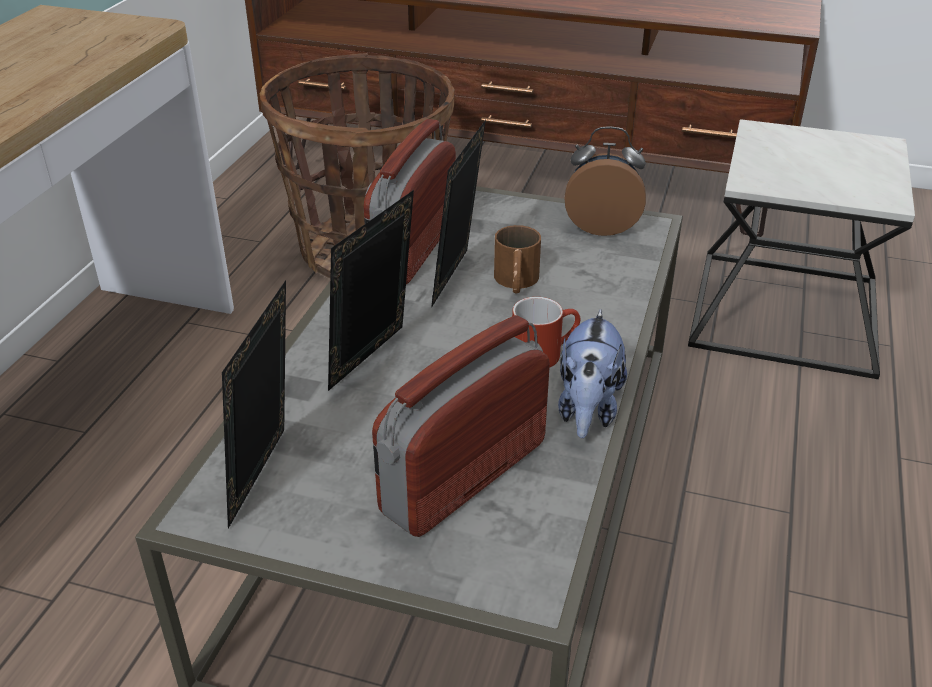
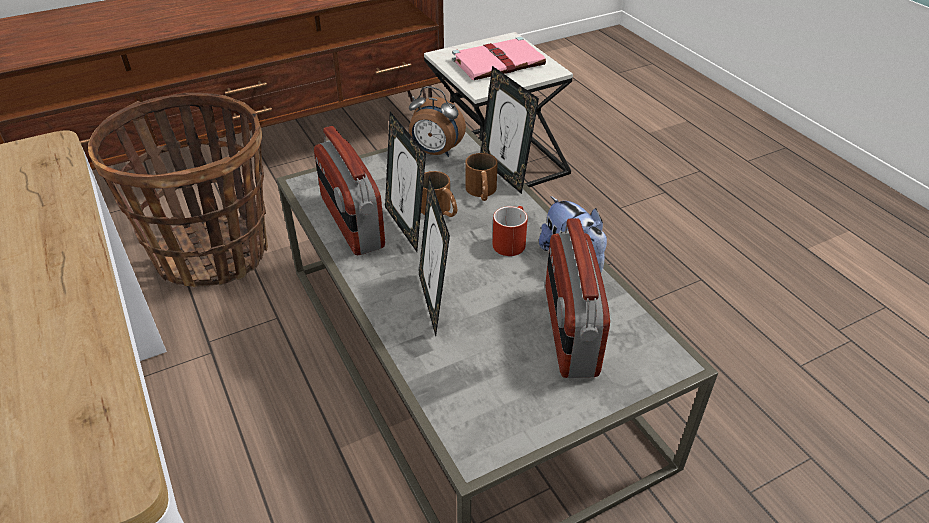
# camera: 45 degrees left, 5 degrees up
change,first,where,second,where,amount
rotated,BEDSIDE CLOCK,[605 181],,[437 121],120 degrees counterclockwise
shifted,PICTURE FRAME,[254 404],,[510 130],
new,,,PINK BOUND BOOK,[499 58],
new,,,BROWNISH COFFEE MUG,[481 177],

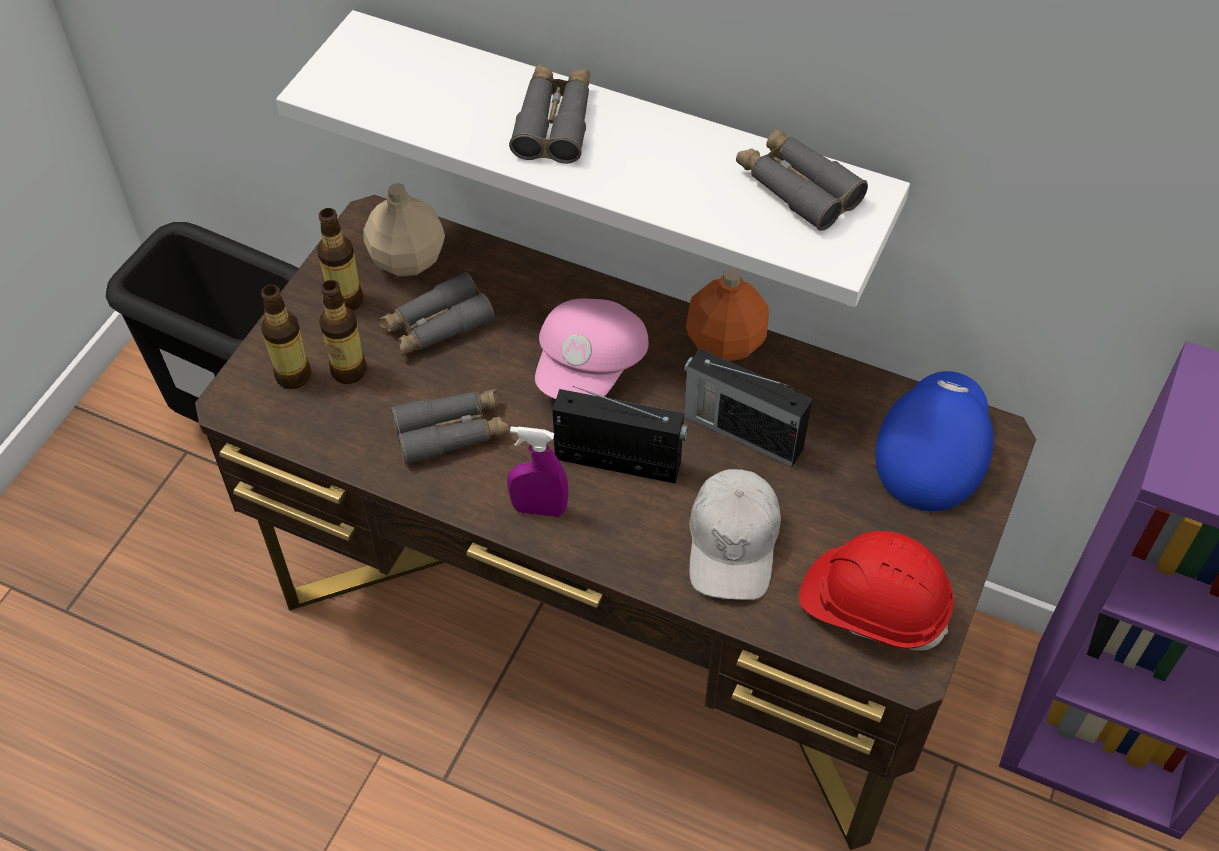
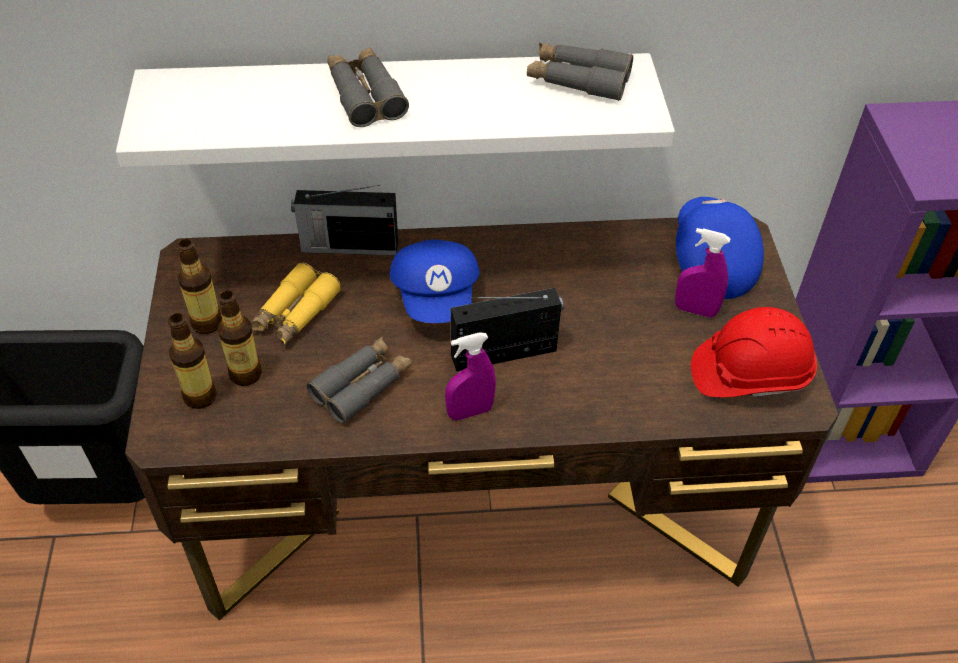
# camera: 30 degrees left, 5 degrees down
change,first,where,second,where,amount
gone,SAND-COLOURED BEVERAGE BOTTLE,[404 229],,,
gone,ORANGE BEVERAGE BOTTLE,[727 314],,,
repainted,GRAY PAIR OF BINOCULARS,[436 314],YELLOW-COLOURED PAIR OF BINOCULARS,[296 303],
repainted,PINK CAP,[592 348],BLUE CAP,[435 281],
shifted,RADIO SET,[748 408],,[344 220],
gone,WHITE-COLOURED CAP,[735 534],,,
new,,,PURPLISH SPRAYER,[703 273],

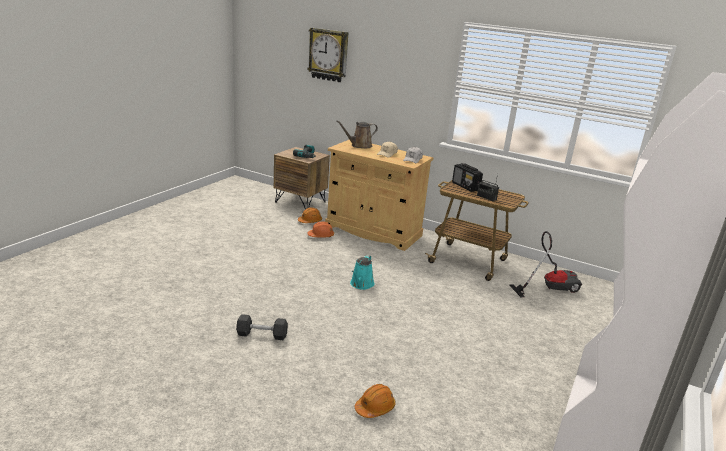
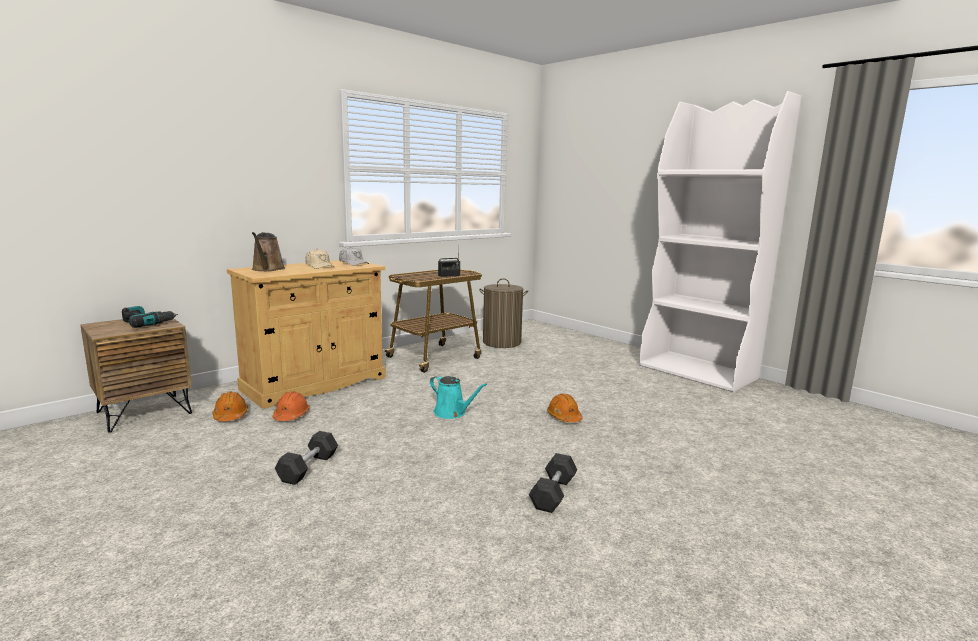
# camera: 70 degrees left, 10 degrees down
change,first,where,second,where,amount
gone,WALL CLOCK,[327 54],,,
gone,RADIO SET,[467 177],,,
swapped,HOOVER,[545 264],LAUNDRY BASKET,[503 313],
shifted,ORANGE SAFETY HELMET,[375 401],,[565 408],
new,,,GRAY HAND WEIGHT,[306 458],

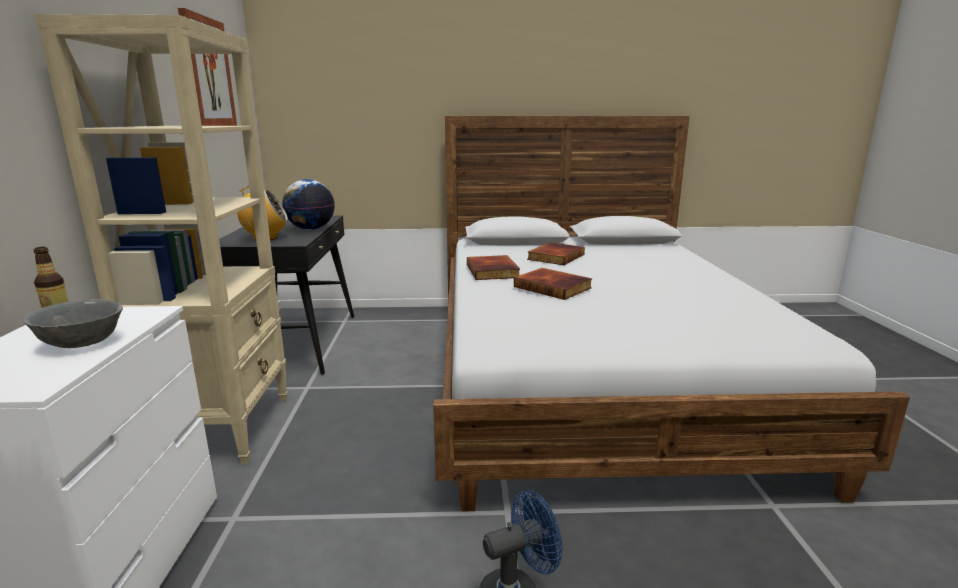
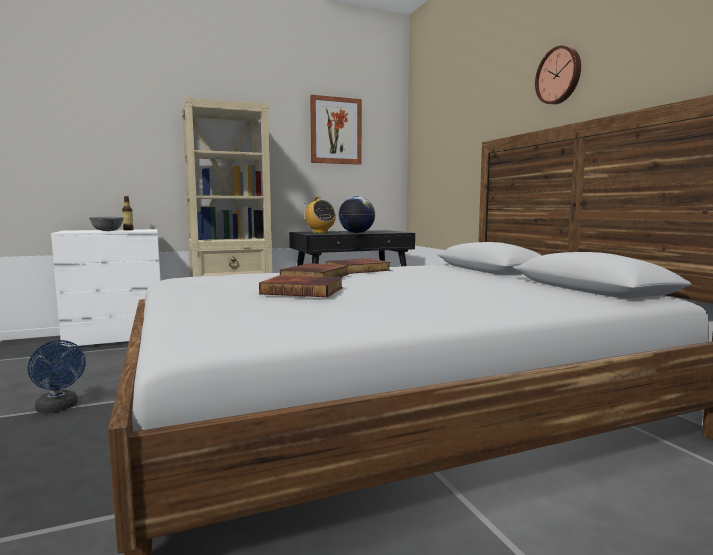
# camera: 70 degrees right, 10 degrees down
change,first,where,second,where,amount
shifted,BOUND BOOK,[556 253],,[301 286],
new,,,WALL CLOCK,[558 75],

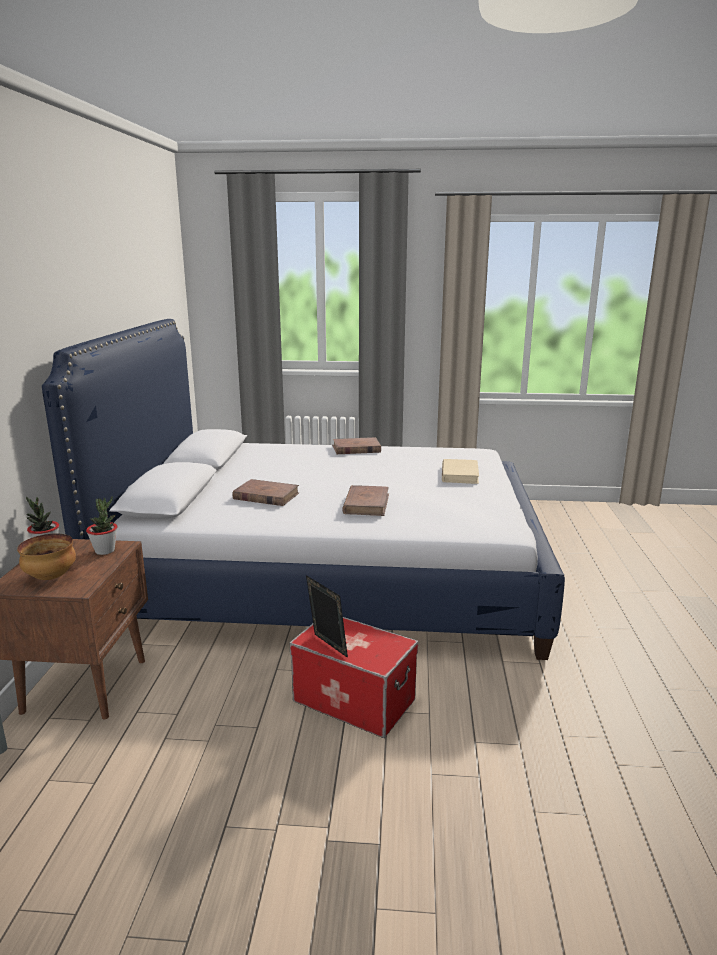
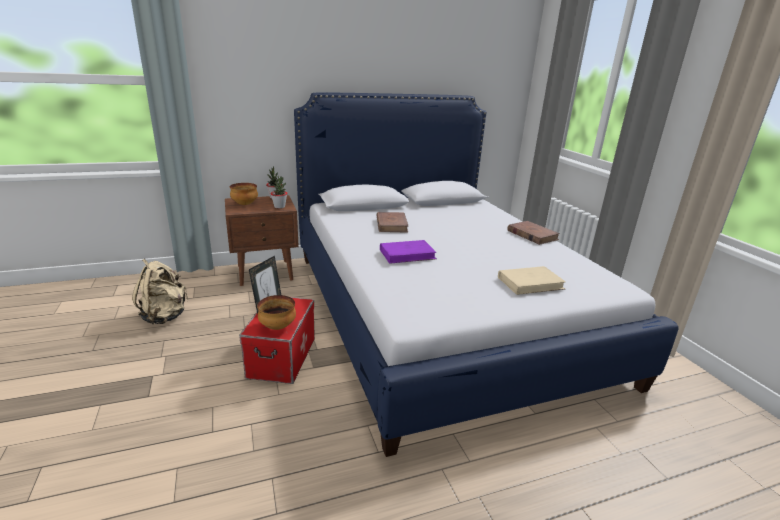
# camera: 65 degrees right, 5 degrees up
change,first,where,second,where,amount
repainted,BROWNISH BOUND BOOK,[365 500],PURPLISH BOUND BOOK,[408 252],
new,,,SAND-COLOURED KNAPSACK,[160 291],
new,,,BOWL,[276 312],

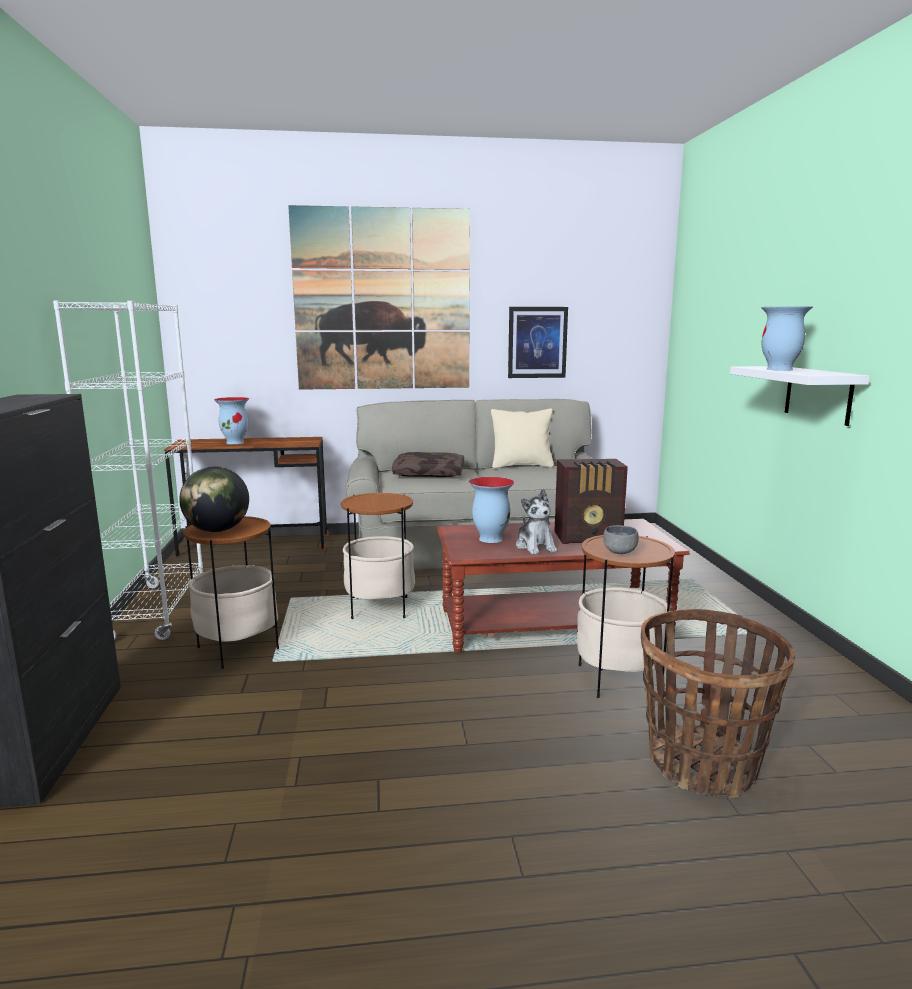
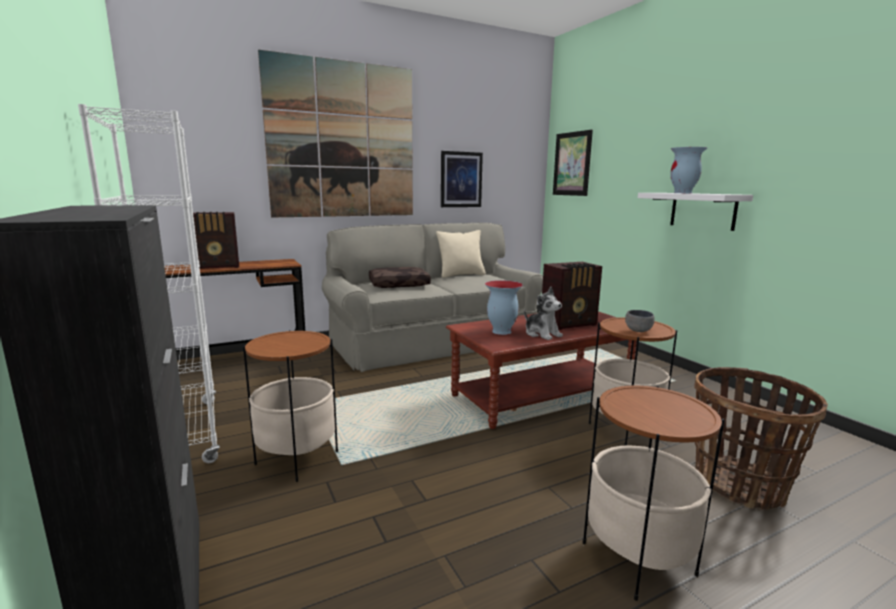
# camera: 20 degrees left, 0 degrees up
change,first,where,second,where,amount
swapped,VASE,[231 420],RADIO SET,[216 240],
gone,DESK GLOBE,[214 499],,,
shifted,ACCENT TABLE,[378 556],,[653 493],
new,,,PICTURE,[573 163],

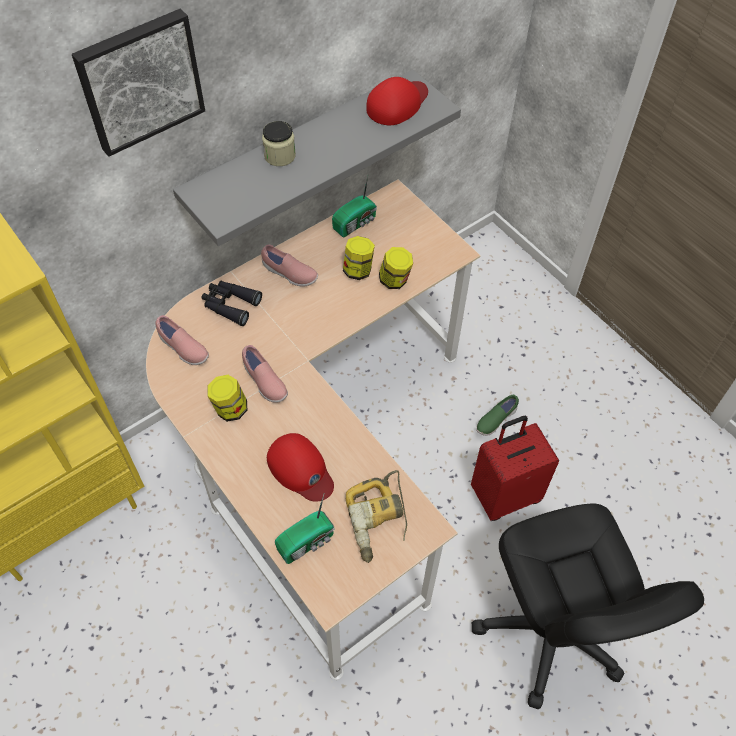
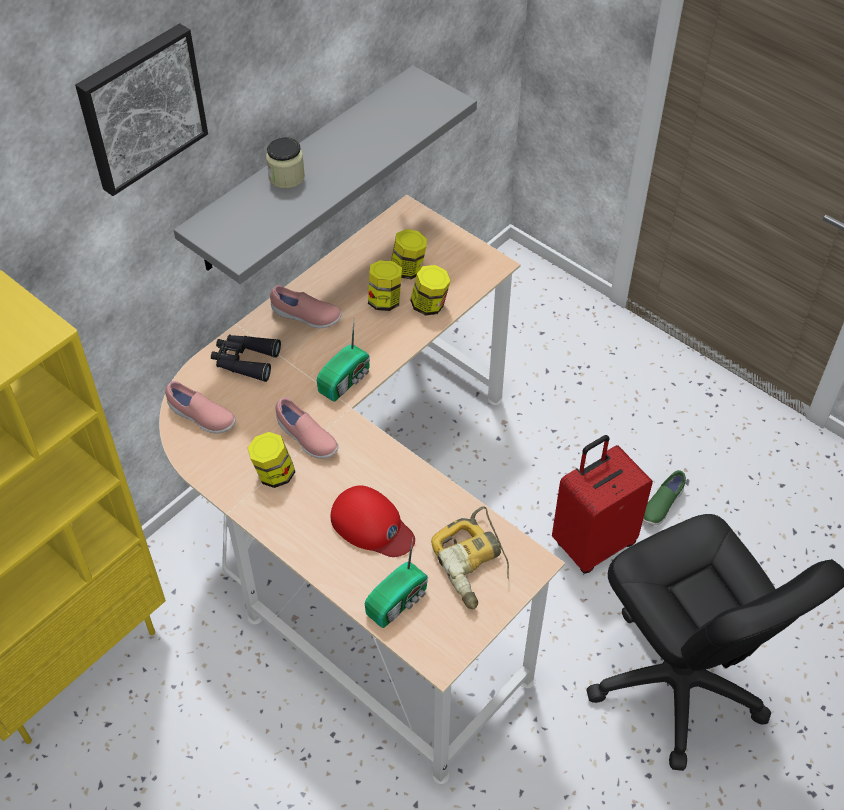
# camera: 10 degrees left, 5 degrees down
change,first,where,second,where,amount
gone,REDDISH CAP,[397 101],,,
shifted,RADIO SET,[354 206],,[343 361],
shifted,GREENISH SHOE,[497 415],,[664 498],
new,,,PRESERVE JAR,[409 254],

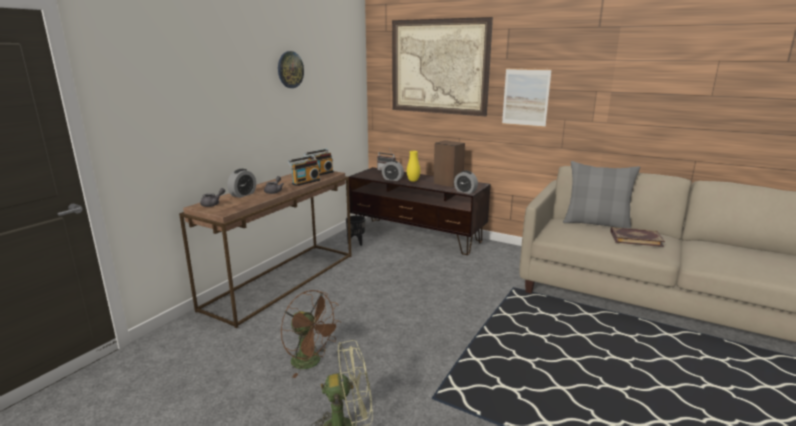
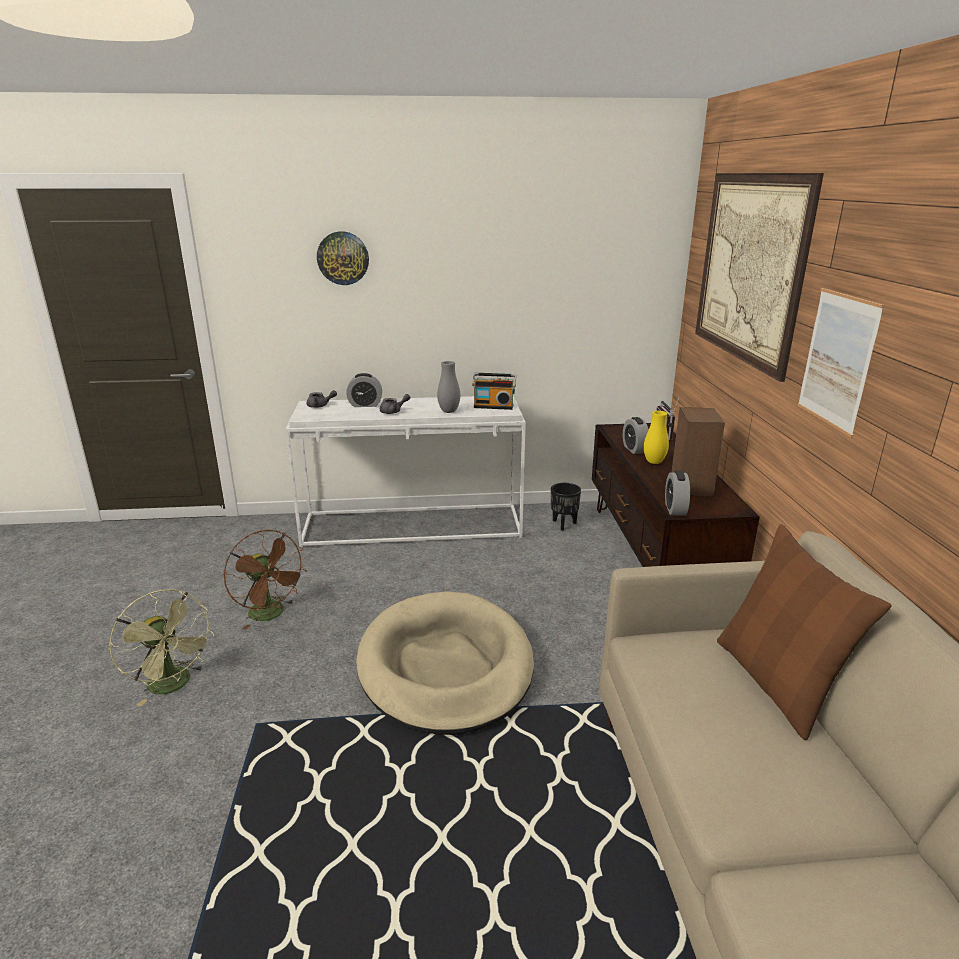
# camera: 55 degrees right, 5 degrees up
change,first,where,second,where,amount
shifted,WALL CLOCK,[291 69],,[343 258],
swapped,RADIO SET,[304 170],GRAY VASE,[448 387],
repainted,GRAY THROW PILLOW,[601 195],BROWNISH THROW PILLOW,[804 632],
repainted,BROWNISH HALL TABLE,[265 249],WHITE-COLOURED HALL TABLE,[405 471],
gone,BOUND BOOK,[637 237],,,
rotated,BROWNISH COOLING FAN,[311 334],,[265 580],45 degrees counterclockwise
new,,,SAND-COLOURED DOG CUSHION,[445 663],

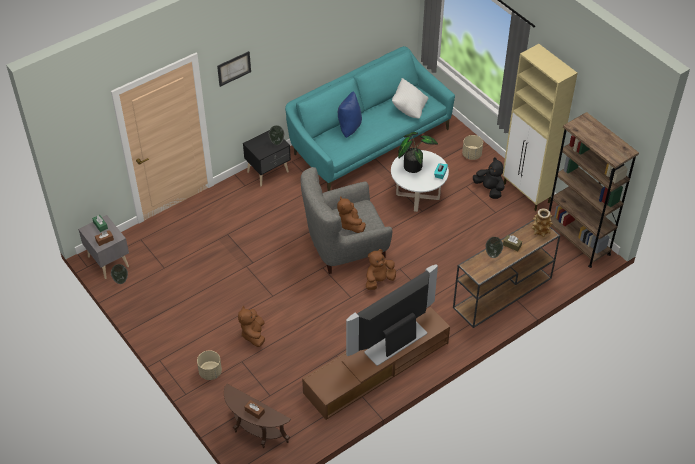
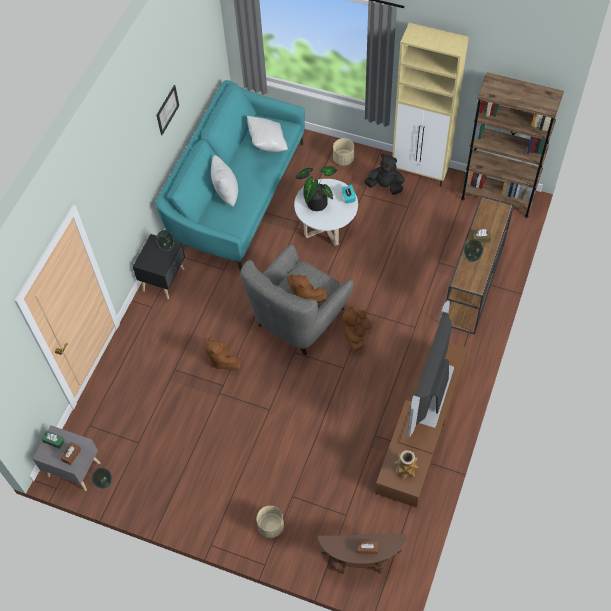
# camera: 30 degrees left, 10 degrees up
change,first,where,second,where,amount
shifted,PICTURE,[234 69],,[168 110],
repainted,BLUE THROW PILLOW,[350 115],WHITE-COLOURED THROW PILLOW,[224 181],
shifted,VASE,[542 222],,[406 464],
shifted,BROWNISH SOFT TOY,[251 326],,[223 353],

